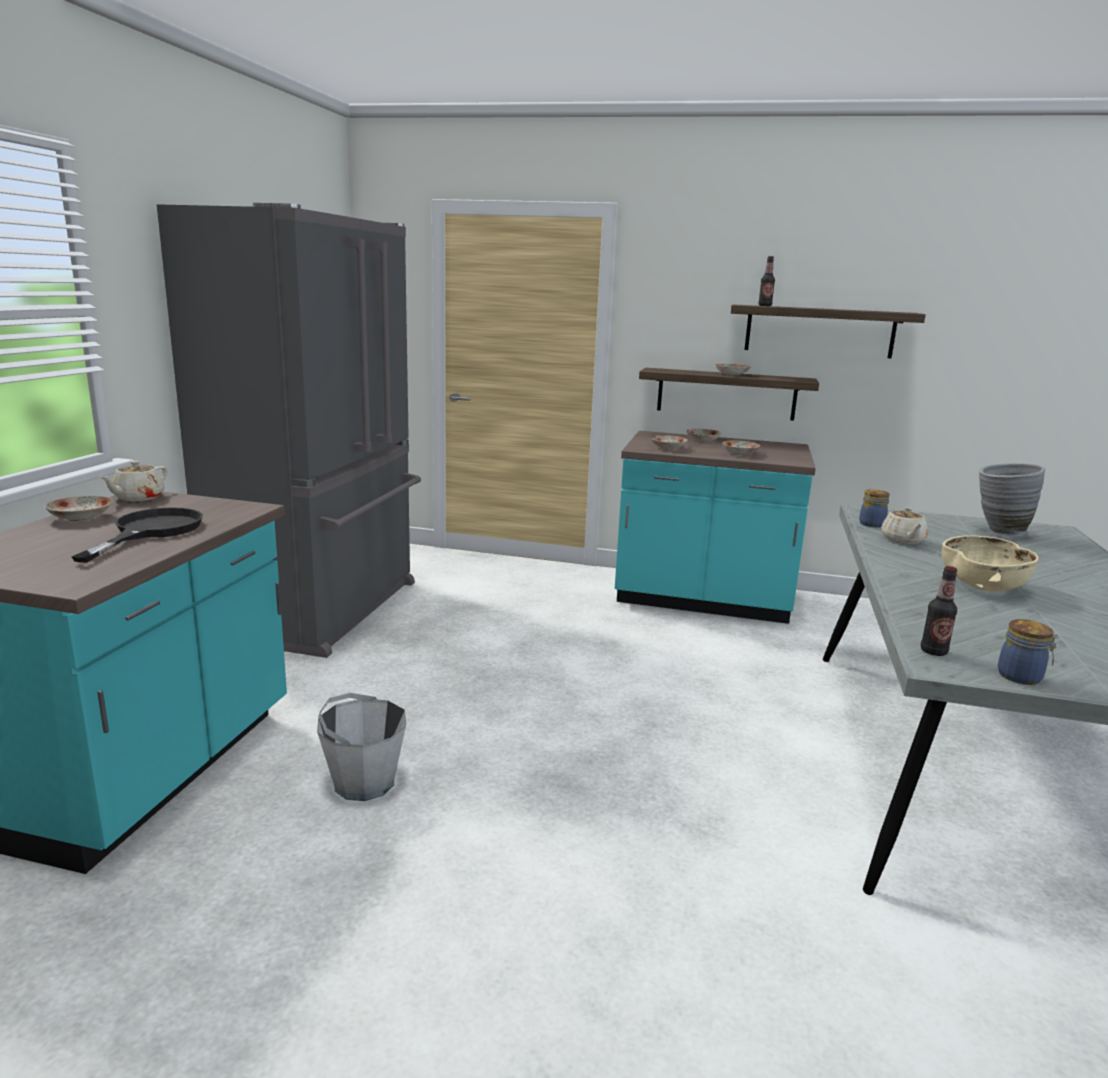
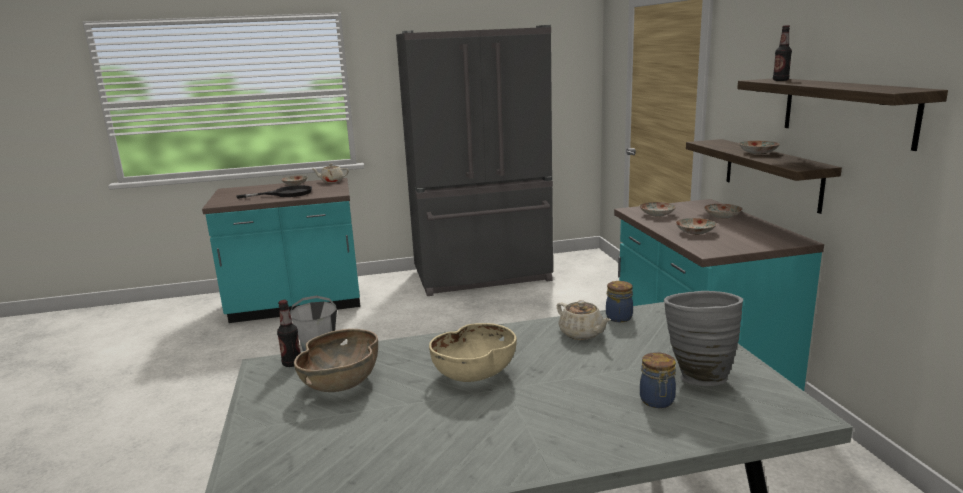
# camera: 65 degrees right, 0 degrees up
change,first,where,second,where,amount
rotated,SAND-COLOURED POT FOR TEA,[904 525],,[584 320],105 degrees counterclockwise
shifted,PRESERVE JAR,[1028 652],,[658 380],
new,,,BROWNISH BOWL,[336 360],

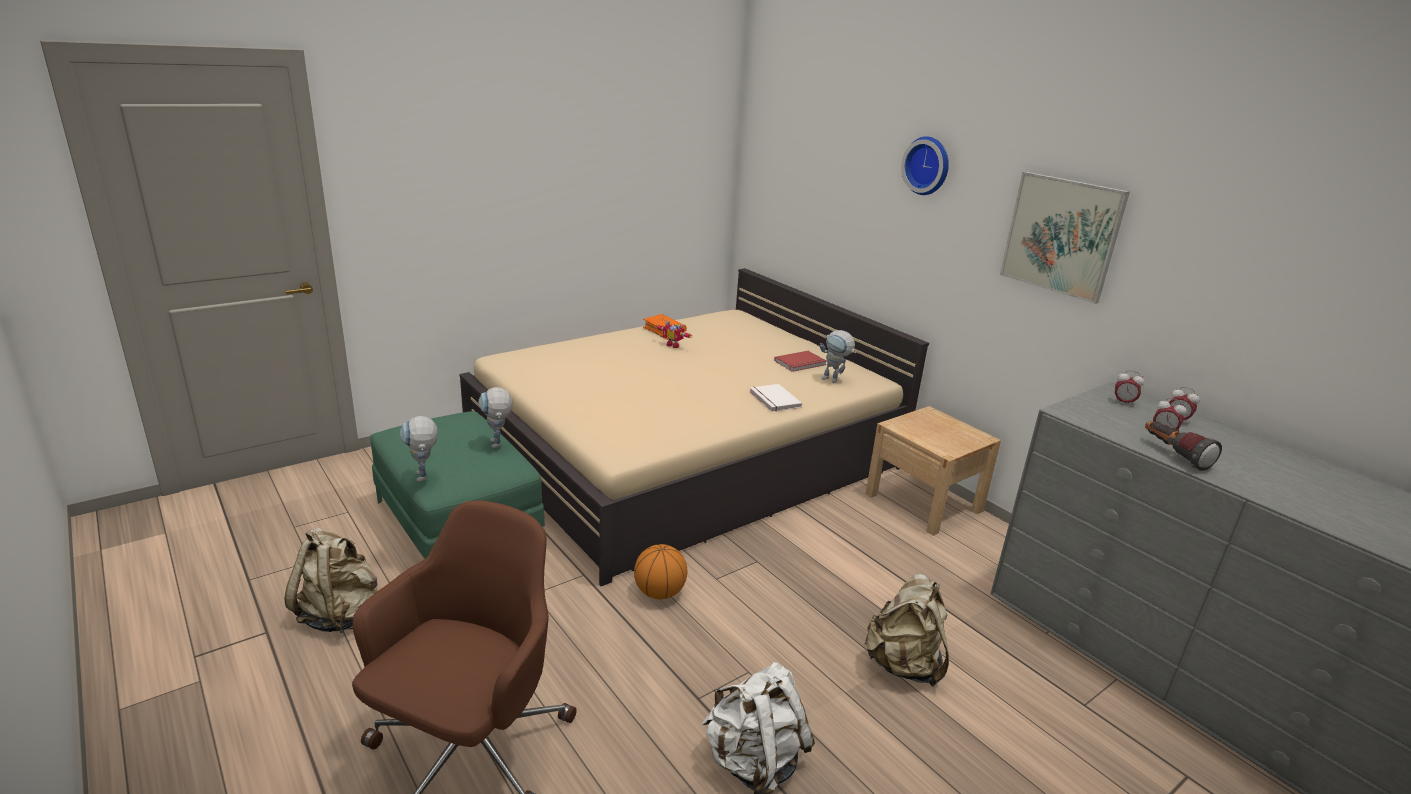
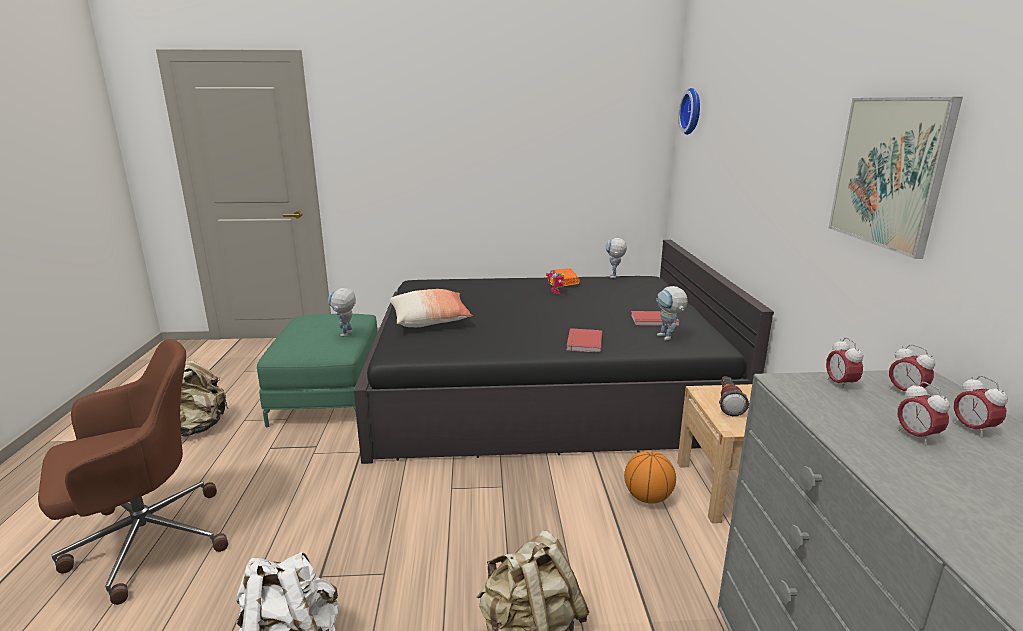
# camera: 35 degrees right, 5 degrees down
change,first,where,second,where,amount
shifted,WALL CLOCK,[925 165],,[689 111],
repainted,SAND-COLOURED SLEEPING BED,[694 427],BLACK-COLOURED SLEEPING BED,[563 352],
repainted,WHITE-COLOURED BOUND BOOK,[776 398],REDDISH BOUND BOOK,[584 340],
shifted,TOY ROBOT,[419 449],,[616 258],
shifted,FLASHLIGHT,[1183 446],,[734 396],
shifted,BASKETBALL BALL,[660 571],,[650 477],
new,,,THROW PILLOW,[431 308],
new,,,BEDSIDE CLOCK,[844 364],

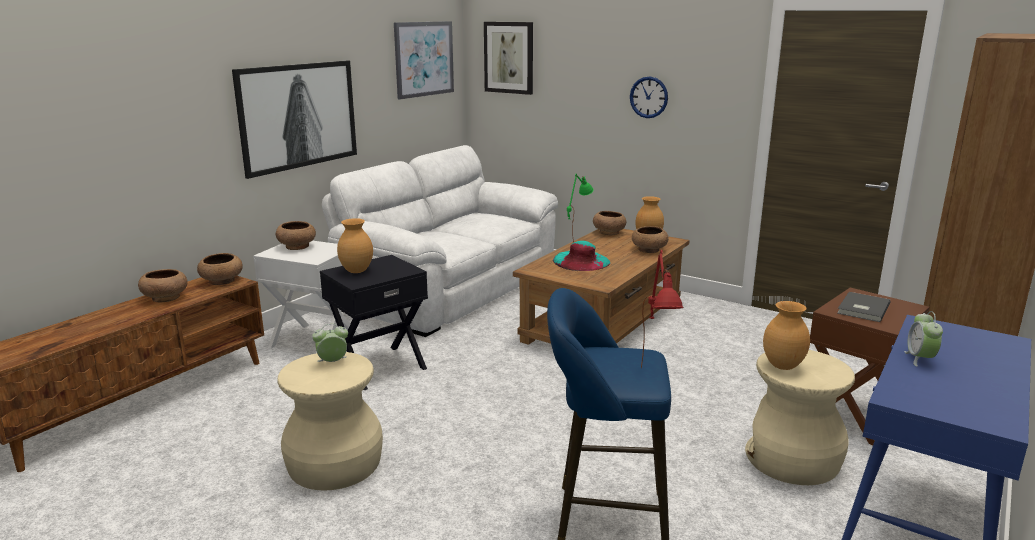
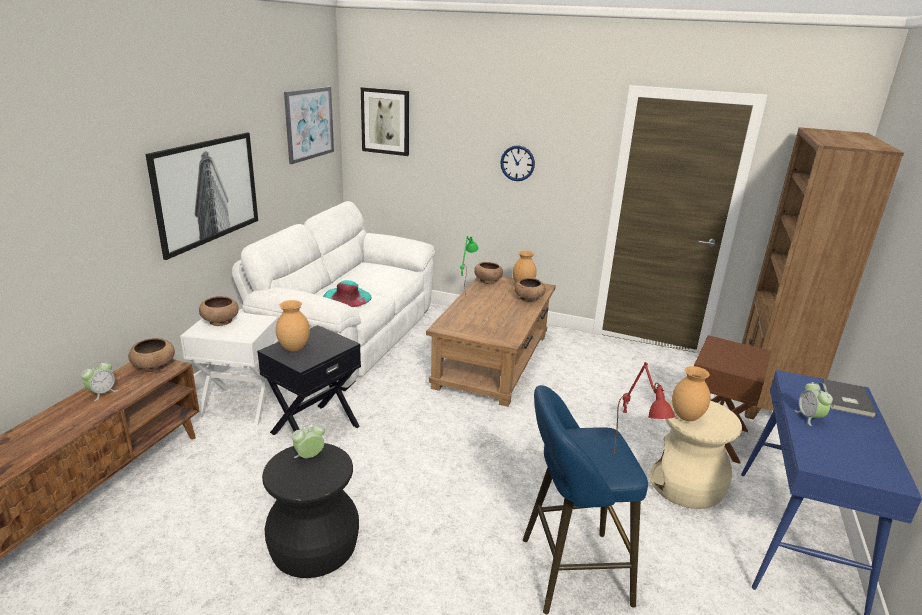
# camera: 15 degrees left, 5 degrees up
change,first,where,second,where,amount
shifted,TURQUOISE-COLOURED WEARABLE HAT,[581 256],,[347 293],
swapped,BROWNISH BOWL,[163 285],BEDSIDE CLOCK,[99 381],
shifted,GRAY BOUND BOOK,[864 307],,[849 398],
repainted,SAND-COLOURED STOOL SEAT,[330 421],BLACK-COLOURED STOOL SEAT,[310 510],

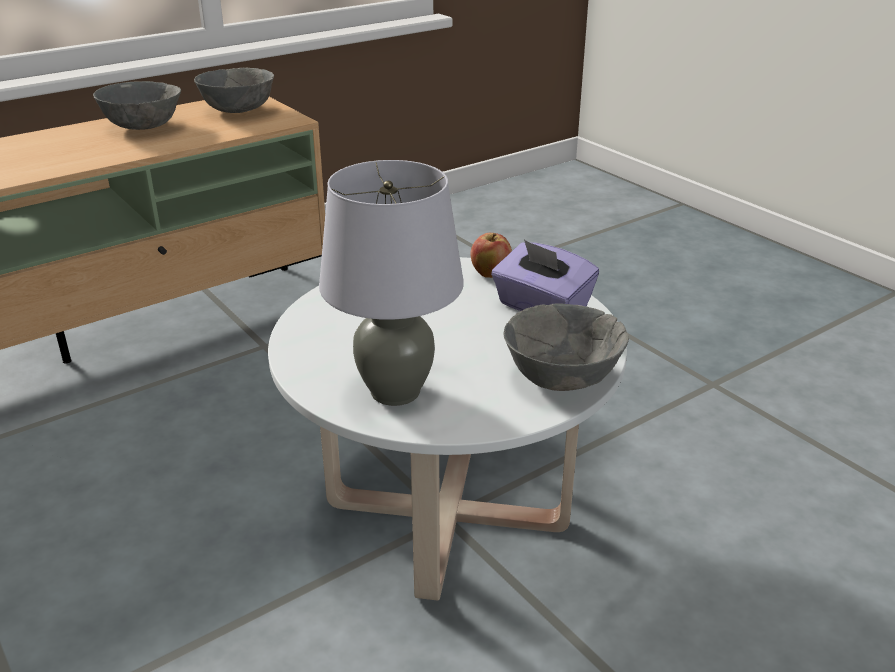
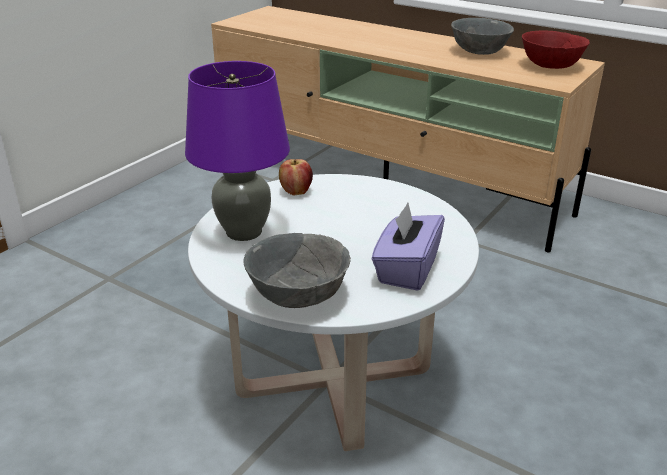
# camera: 70 degrees right, 0 degrees up
change,first,where,second,where,amount
repainted,GRAY BOWL,[234 90],REDDISH BOWL,[556 49],
repainted,GRAY LAMP FOR A TABLE,[391 283],PURPLISH LAMP FOR A TABLE,[237 151],
shifted,WHOLE APPLE,[491 255],,[296 177],

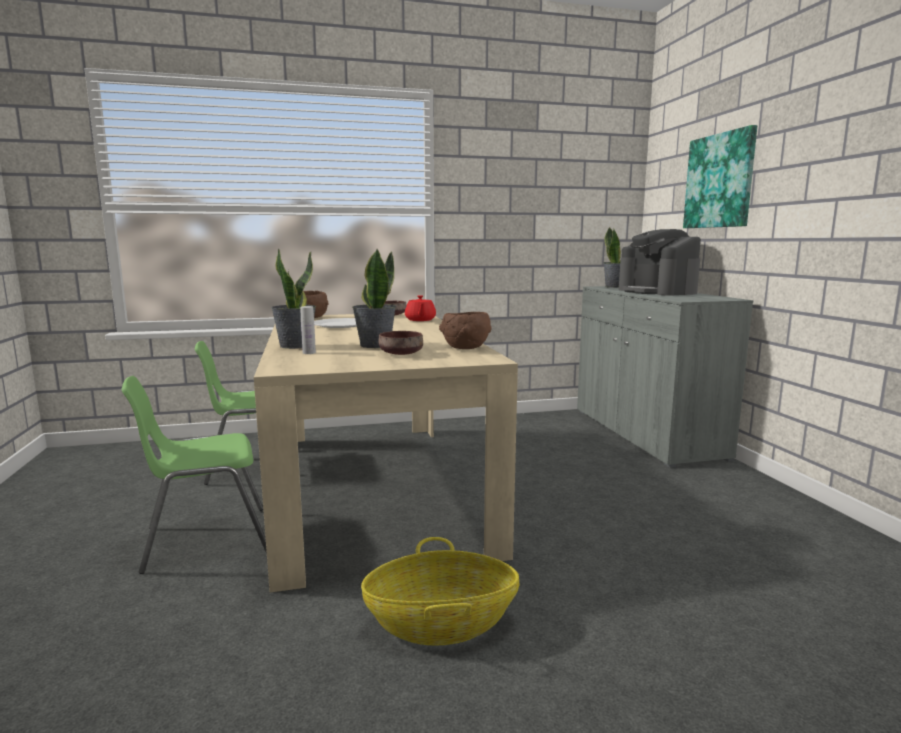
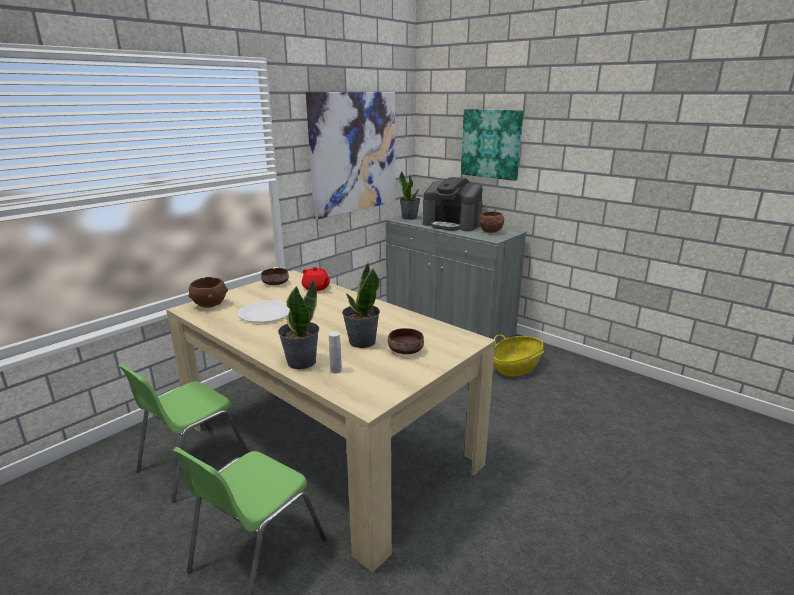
# camera: 35 degrees left, 10 degrees up
change,first,where,second,where,amount
shifted,BROWNISH BOWL,[465 330],,[491 222],
shifted,HOUSEHOLD BASKET,[440 591],,[519 355],
new,,,PICTURE,[350 156],

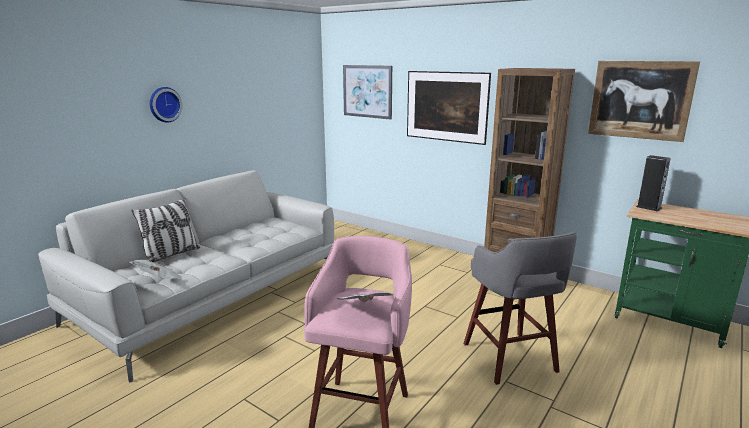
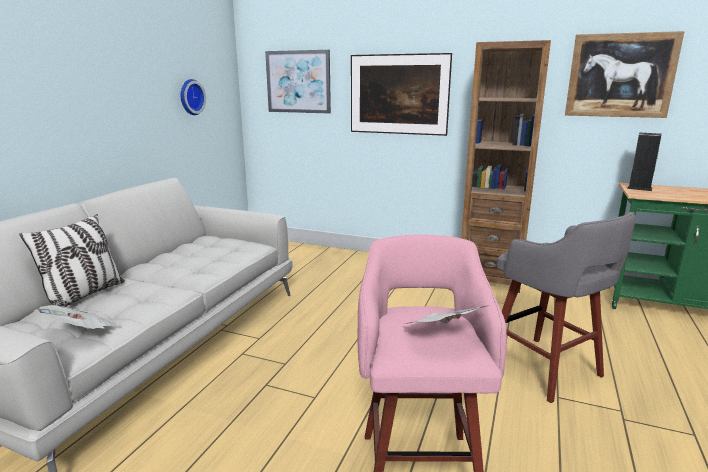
# camera: 15 degrees left, 0 degrees up
change,first,where,second,where,amount
shifted,WALL CLOCK,[166 105],,[193 97],

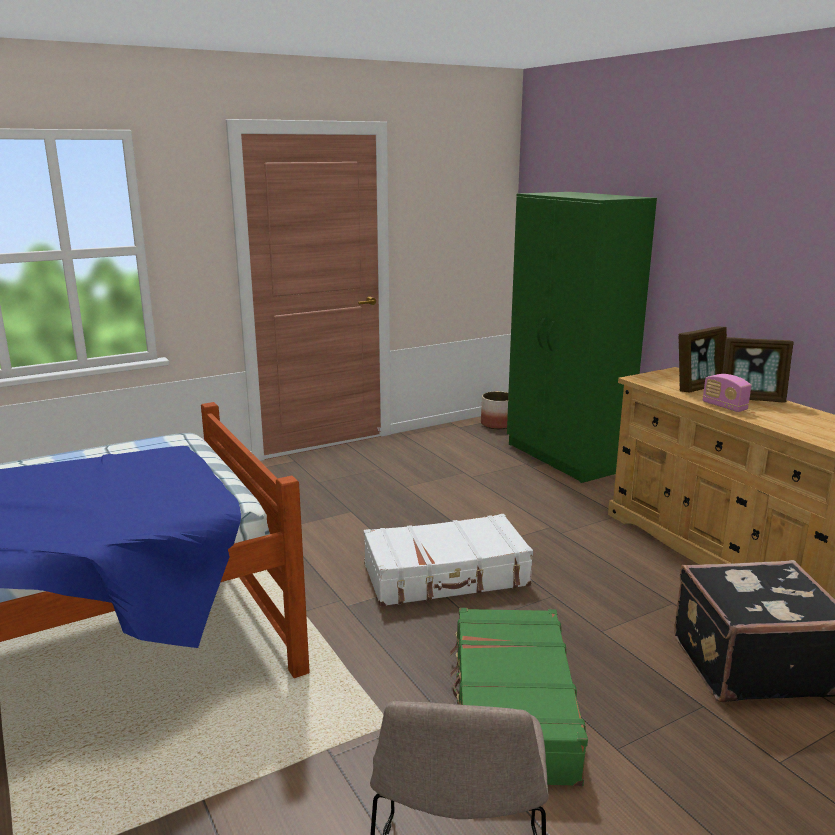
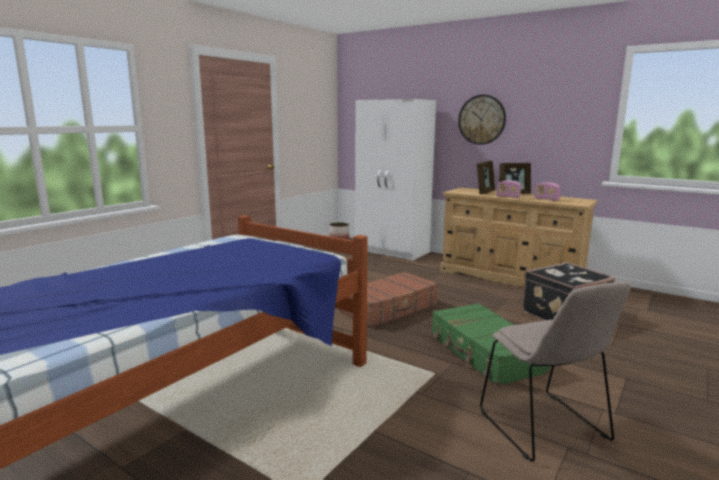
# camera: 25 degrees left, 5 degrees down
change,first,where,second,where,amount
repainted,GREENISH ARMOIRE,[582 337],WHITE-COLOURED ARMOIRE,[395 180],
repainted,WHITE-COLOURED SUITCASE,[448 560],BROWNISH SUITCASE,[388 299],
new,,,WALL CLOCK,[482 120],
new,,,RADIO SET,[547 191],

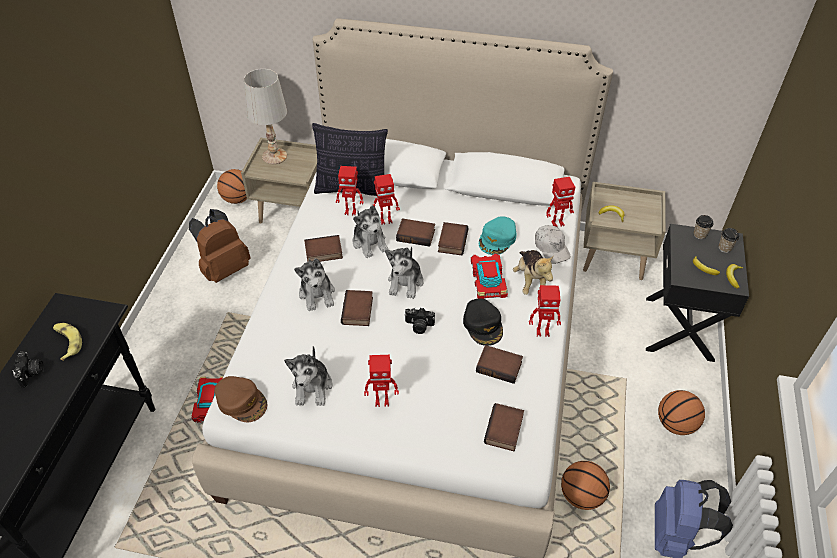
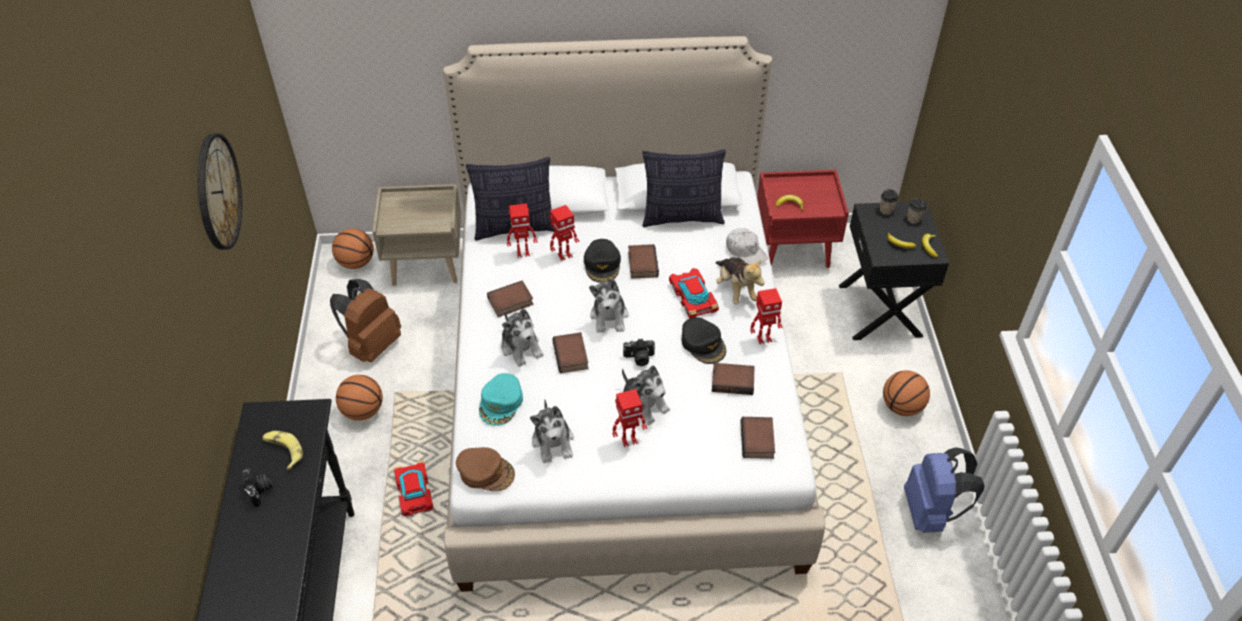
# camera: 15 degrees left, 0 degrees up
change,first,where,second,where,amount
gone,WHITE-COLOURED LAMP FOR A TABLE,[265 117],,,
gone,TOY ROBOT,[560 202],,,
repainted,SAND-COLOURED NIGHT TABLE,[624 231],REDDISH NIGHT TABLE,[803 219],
shifted,SOFT TOY,[370 231],,[646 395],
shifted,TURQUOISE-COLOURED CAP,[498 235],,[501 399],
swapped,BOUND BOOK,[415 233],BLACK-COLOURED CAP,[602 261],
shifted,BASKETBALL BALL,[585 485],,[359 398],
new,,,WALL CLOCK,[219 191],
new,,,THROW PILLOW,[684 188],

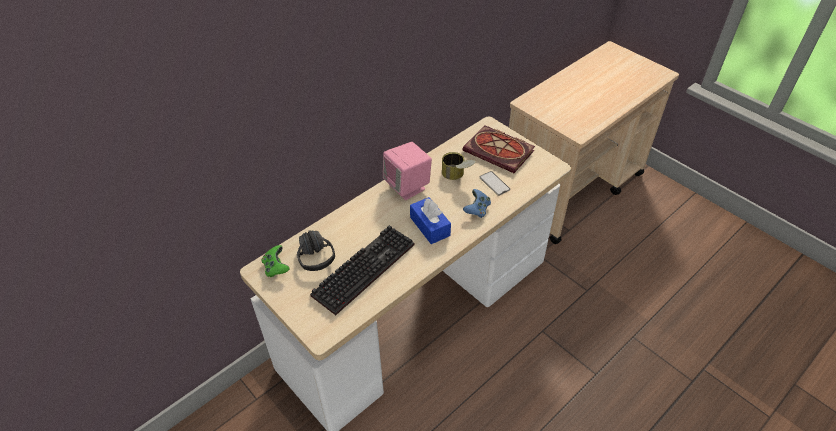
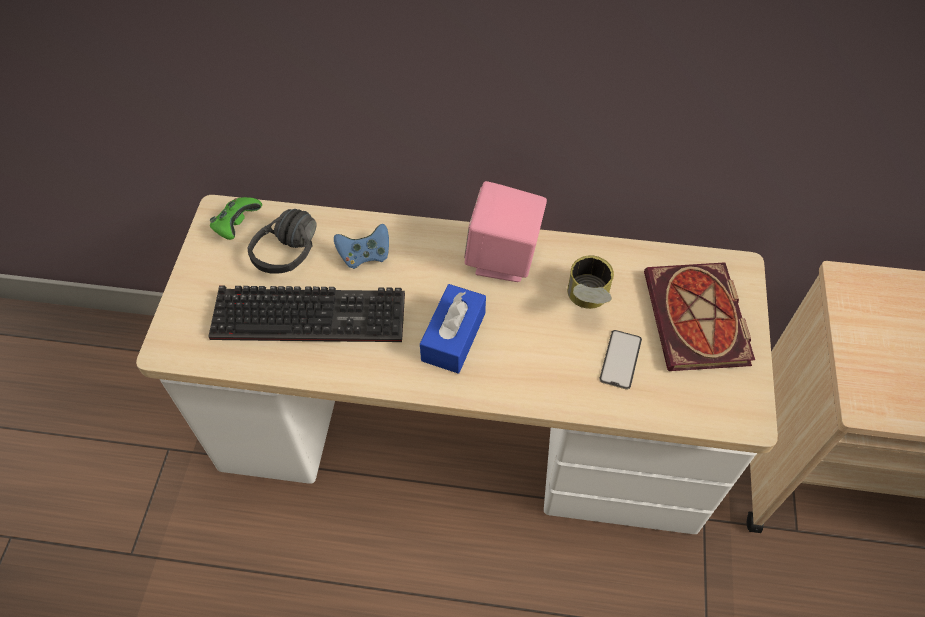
# camera: 50 degrees right, 10 degrees up
change,first,where,second,where,amount
shifted,BLUE GAME CONTROLLER,[477 203],,[361 246],

